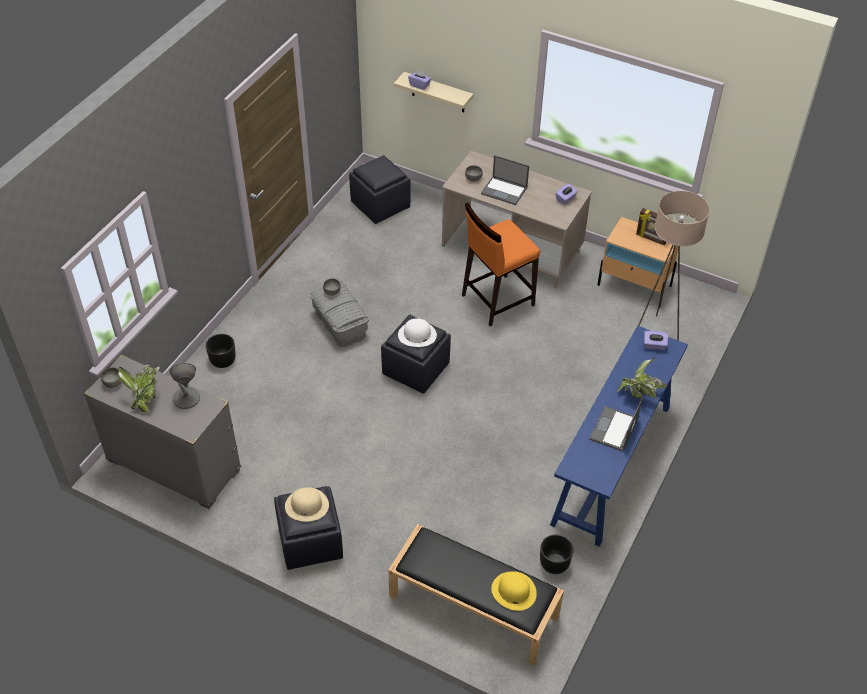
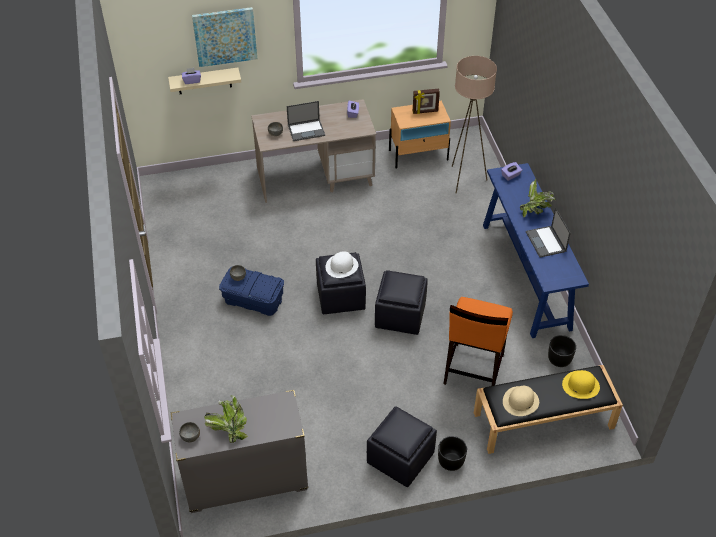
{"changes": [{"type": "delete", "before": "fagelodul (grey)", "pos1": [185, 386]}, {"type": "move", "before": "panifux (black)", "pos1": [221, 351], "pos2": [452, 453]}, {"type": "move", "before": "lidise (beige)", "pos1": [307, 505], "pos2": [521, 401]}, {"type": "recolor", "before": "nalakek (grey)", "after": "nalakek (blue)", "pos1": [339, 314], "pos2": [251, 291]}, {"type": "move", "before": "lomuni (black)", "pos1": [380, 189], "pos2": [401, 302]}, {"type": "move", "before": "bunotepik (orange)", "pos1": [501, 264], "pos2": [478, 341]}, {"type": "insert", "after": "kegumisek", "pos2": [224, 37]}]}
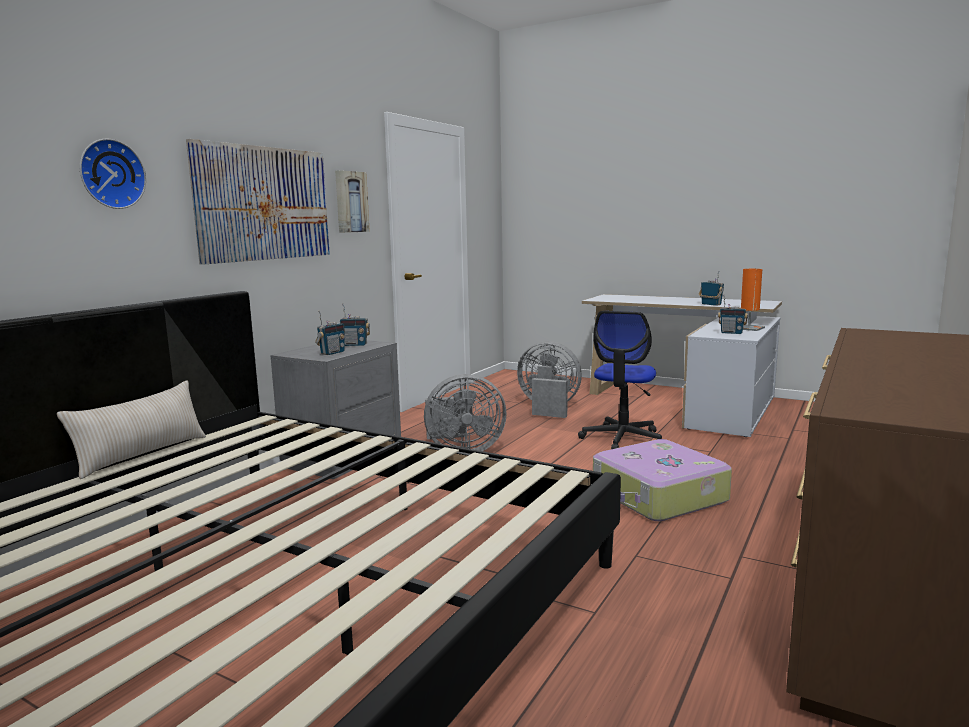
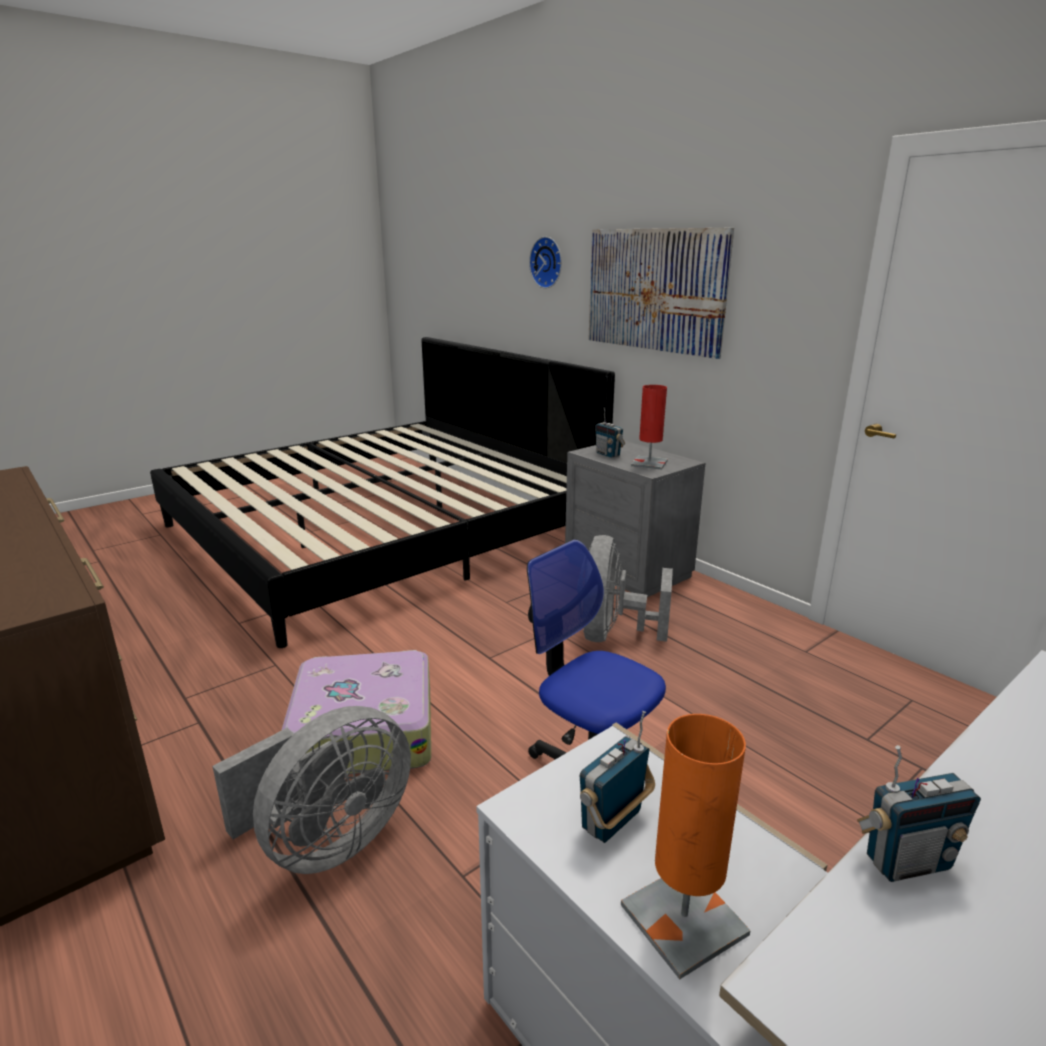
{"changes": [{"type": "delete", "before": "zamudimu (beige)", "pos1": [131, 430]}, {"type": "delete", "before": "kegumisek", "pos1": [352, 201]}, {"type": "replace", "before": "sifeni", "after": "fagelodul (red)", "pos1": [355, 325], "pos2": [649, 427]}, {"type": "move", "before": "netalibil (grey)", "pos1": [549, 379], "pos2": [311, 790]}]}
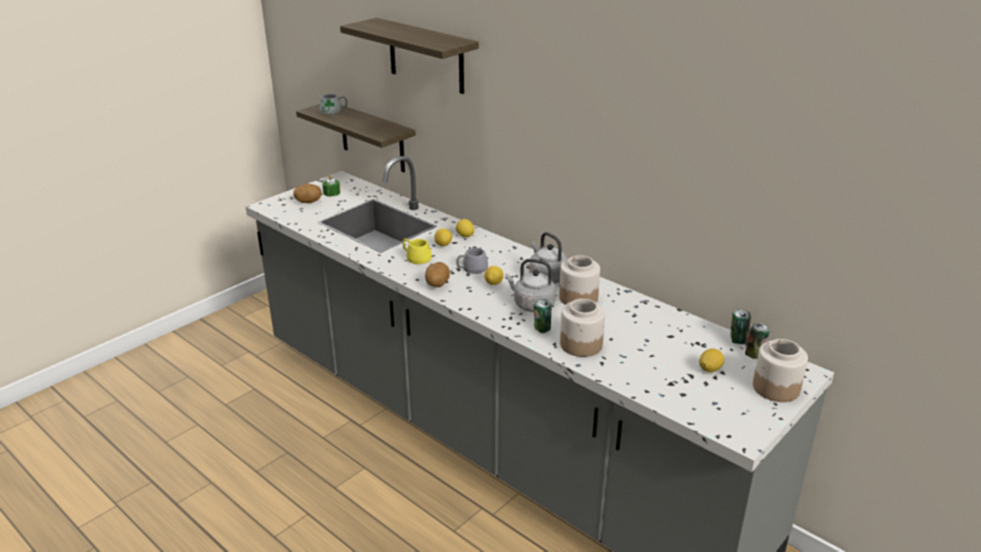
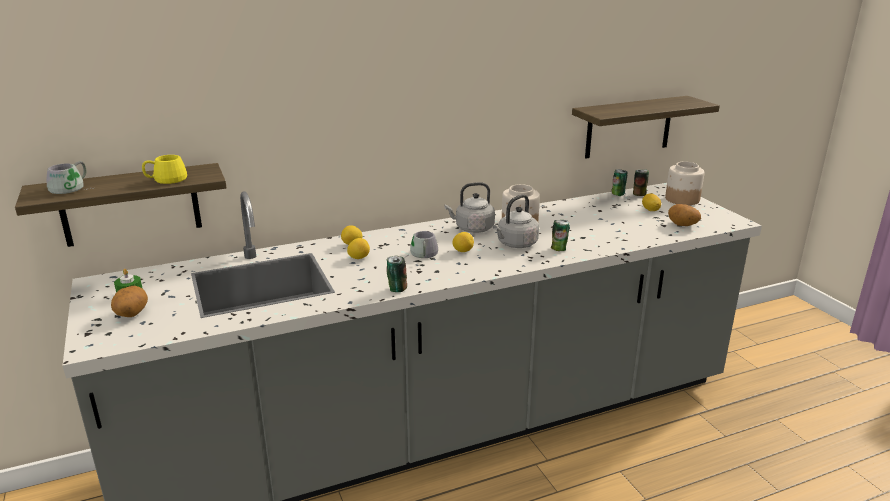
{"changes": [{"type": "move", "before": "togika", "pos1": [409, 56], "pos2": [646, 127]}, {"type": "move", "before": "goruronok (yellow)", "pos1": [417, 251], "pos2": [164, 169]}, {"type": "move", "before": "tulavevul", "pos1": [437, 274], "pos2": [684, 215]}, {"type": "delete", "before": "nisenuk", "pos1": [582, 328]}, {"type": "insert", "after": "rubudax", "pos2": [396, 273]}]}
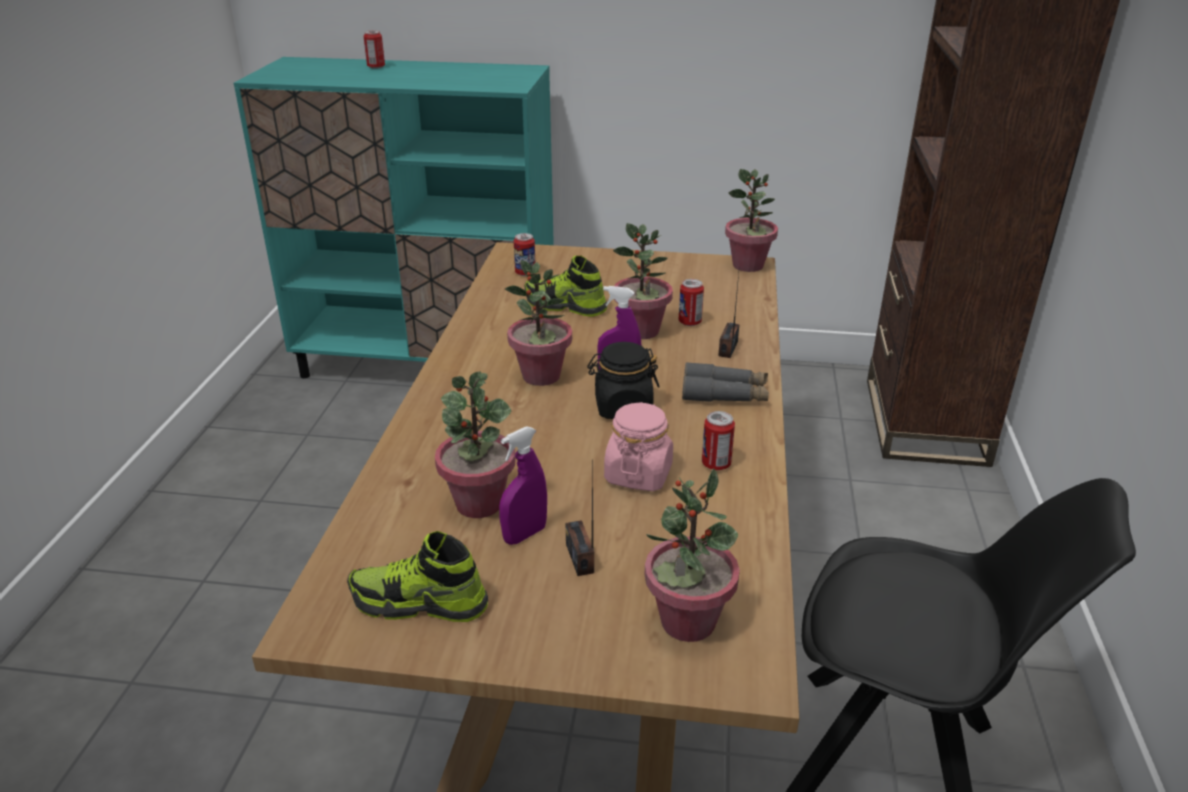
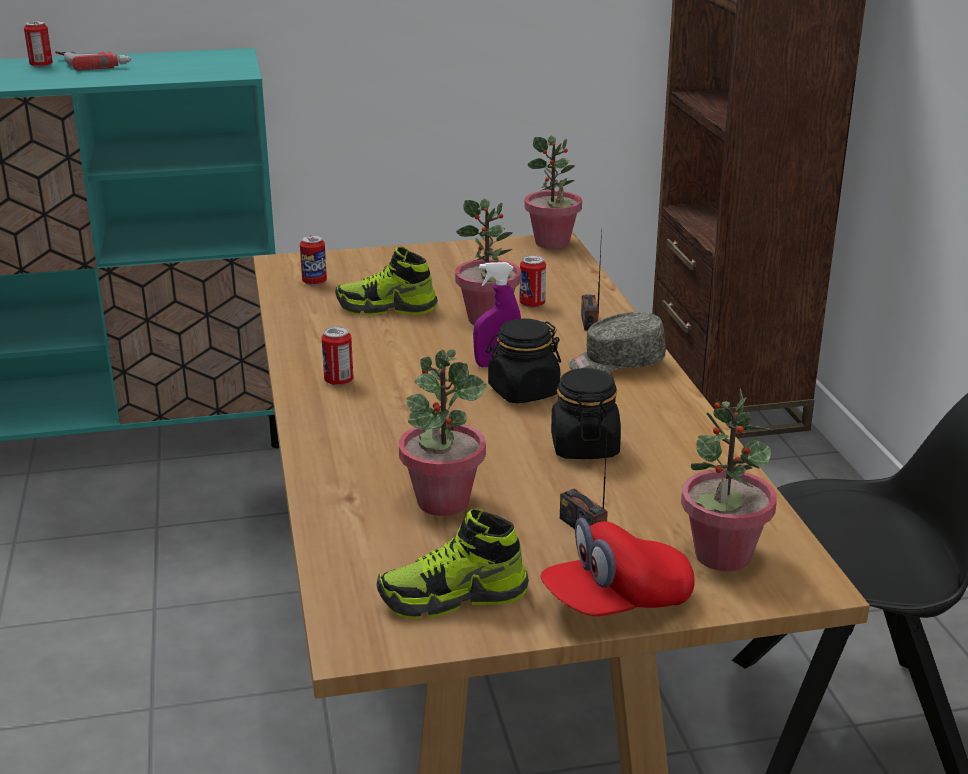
{"changes": [{"type": "delete", "before": "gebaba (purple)", "pos1": [523, 485]}, {"type": "delete", "before": "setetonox", "pos1": [538, 323]}, {"type": "recolor", "before": "nisenuk (pink)", "after": "nisenuk (black)", "pos1": [638, 446], "pos2": [586, 413]}, {"type": "replace", "before": "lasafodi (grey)", "after": "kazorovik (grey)", "pos1": [725, 382], "pos2": [617, 342]}, {"type": "move", "before": "rubudax", "pos1": [718, 440], "pos2": [337, 356]}, {"type": "insert", "after": "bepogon", "pos2": [93, 61]}, {"type": "insert", "after": "kazorovik (red)", "pos2": [618, 567]}]}
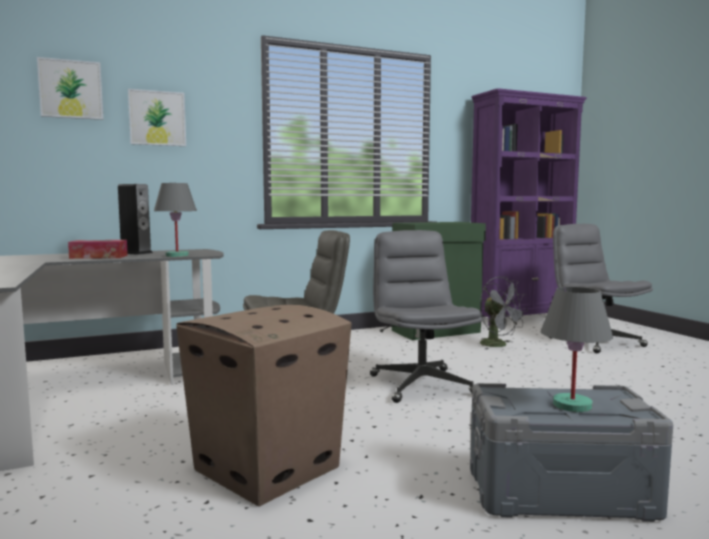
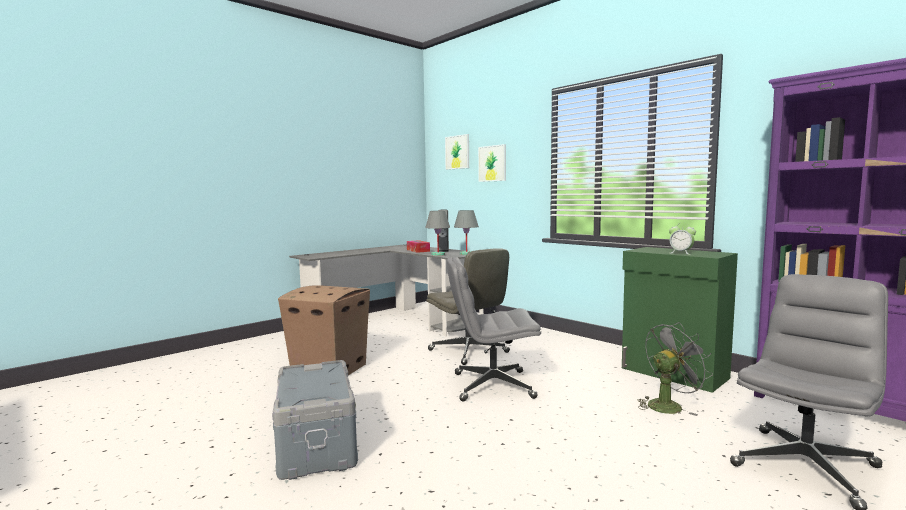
{"changes": [{"type": "rotate", "before": "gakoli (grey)", "pos1": [426, 316], "pos2": [494, 329], "turn": -150}, {"type": "rotate", "before": "netalibil (grey)", "pos1": [504, 312], "pos2": [675, 369], "turn": -150}, {"type": "move", "before": "fagelodul (grey)", "pos1": [577, 349], "pos2": [466, 232]}, {"type": "insert", "after": "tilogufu", "pos2": [682, 240]}]}
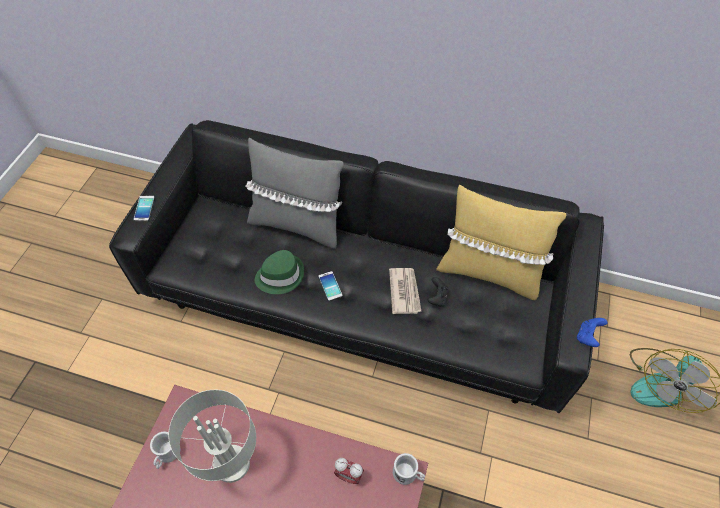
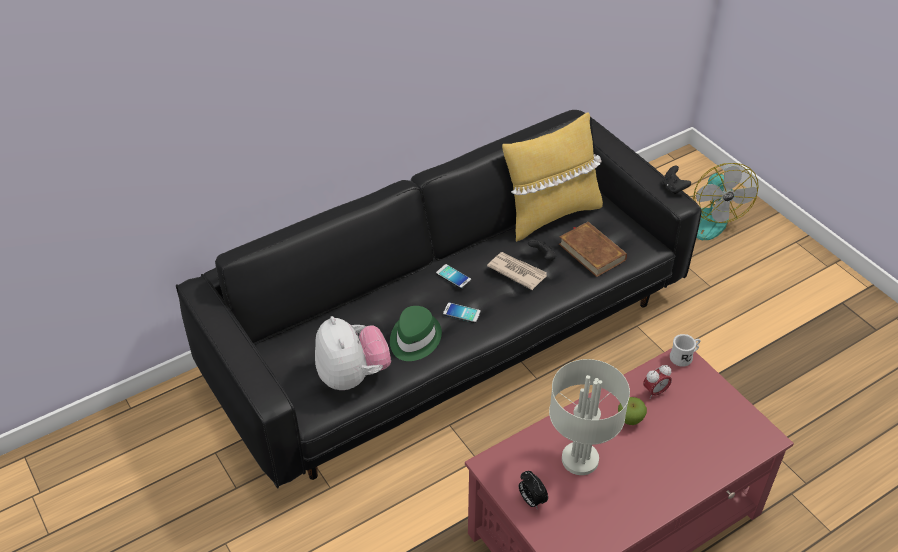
{"changes": [{"type": "move", "before": "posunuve", "pos1": [144, 208], "pos2": [453, 276]}, {"type": "replace", "before": "goruronok (white)", "after": "tilogufu", "pos1": [163, 450], "pos2": [533, 490]}, {"type": "delete", "before": "zamudimu (grey)", "pos1": [294, 193]}, {"type": "recolor", "before": "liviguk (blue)", "after": "liviguk (black)", "pos1": [592, 332], "pos2": [677, 180]}, {"type": "insert", "after": "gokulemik", "pos2": [353, 353]}, {"type": "insert", "after": "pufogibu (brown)", "pos2": [593, 249]}, {"type": "insert", "after": "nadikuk", "pos2": [632, 411]}]}
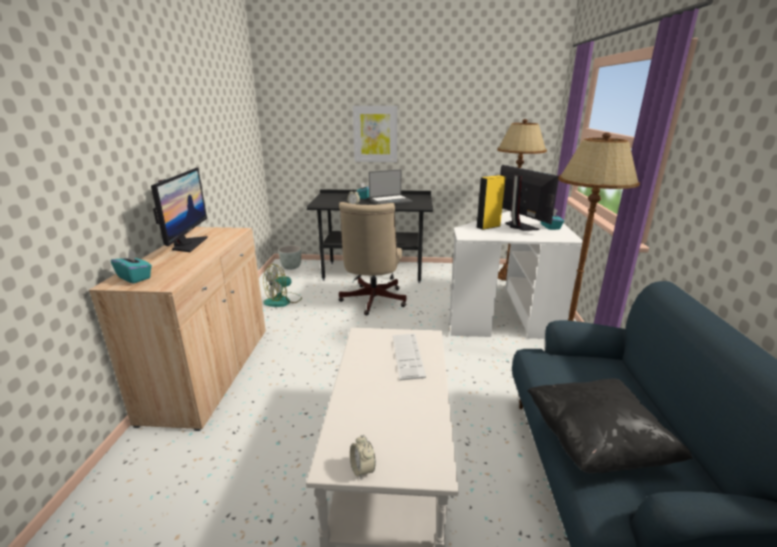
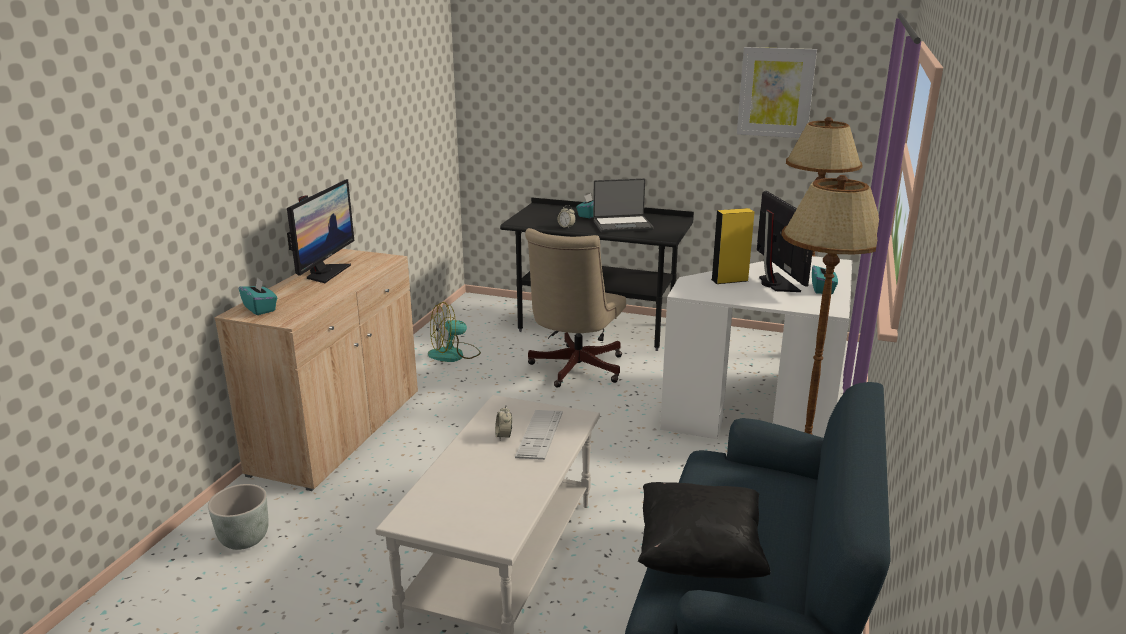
{"changes": [{"type": "move", "before": "panifux (grey)", "pos1": [289, 257], "pos2": [238, 517]}, {"type": "move", "before": "tilogufu", "pos1": [363, 457], "pos2": [503, 422]}, {"type": "move", "before": "kegumisek", "pos1": [375, 134], "pos2": [777, 92]}]}
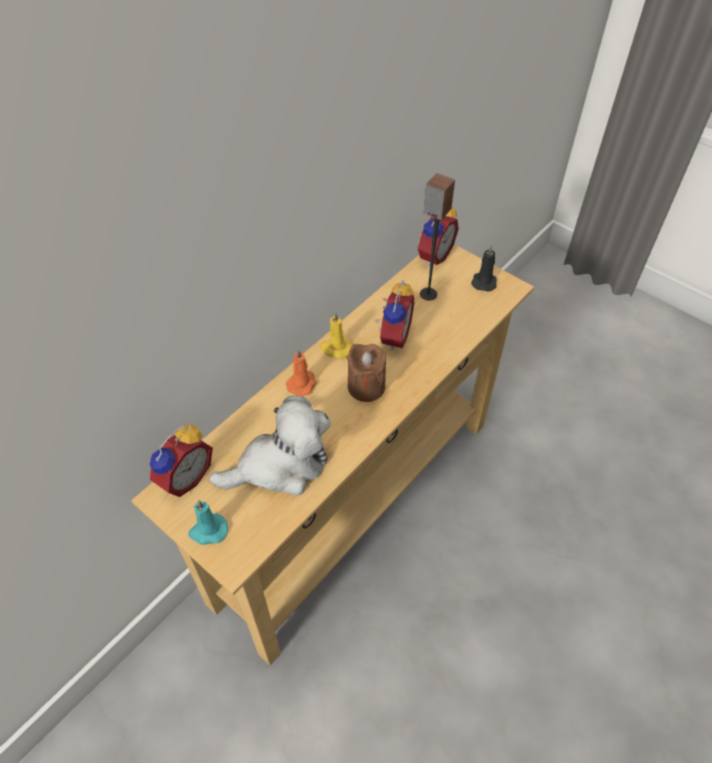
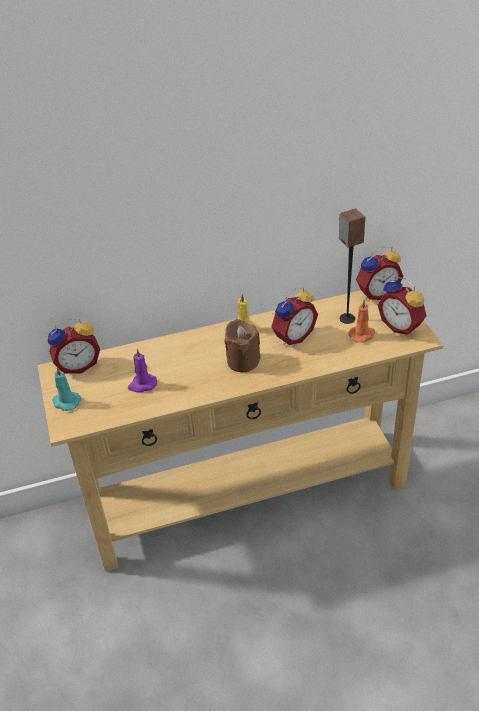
{"changes": [{"type": "replace", "before": "gokulemik", "after": "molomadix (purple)", "pos1": [270, 446], "pos2": [142, 370]}, {"type": "move", "before": "molomadix (orange)", "pos1": [301, 373], "pos2": [362, 321]}, {"type": "replace", "before": "molomadix (black)", "after": "tilogufu", "pos1": [484, 268], "pos2": [402, 305]}]}
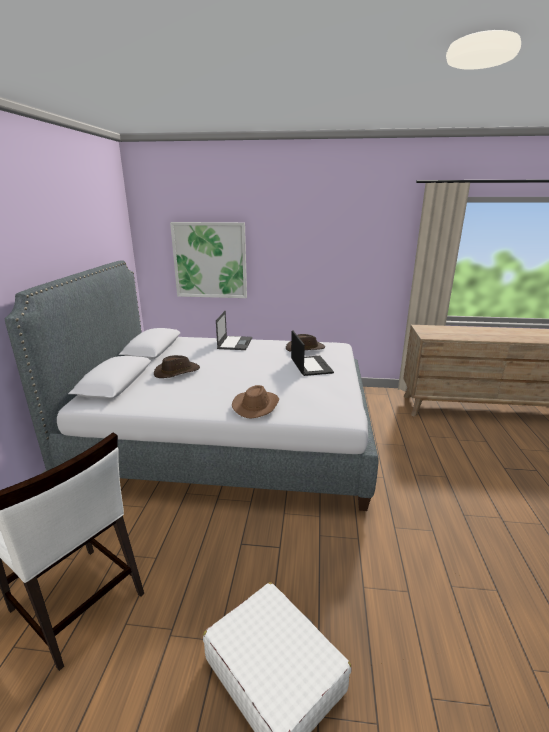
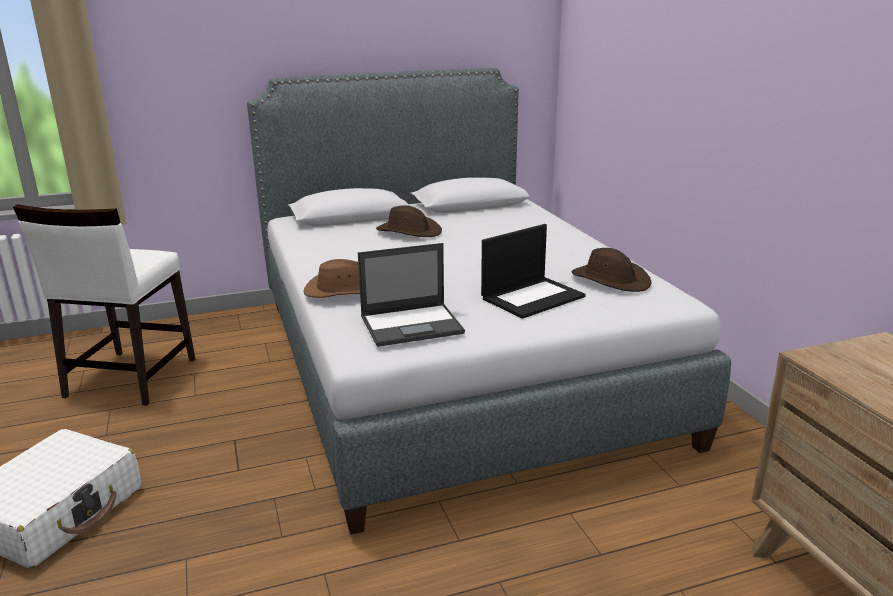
{"changes": [{"type": "delete", "before": "kegumisek", "pos1": [208, 260]}, {"type": "move", "before": "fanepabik", "pos1": [234, 330], "pos2": [411, 295]}]}
